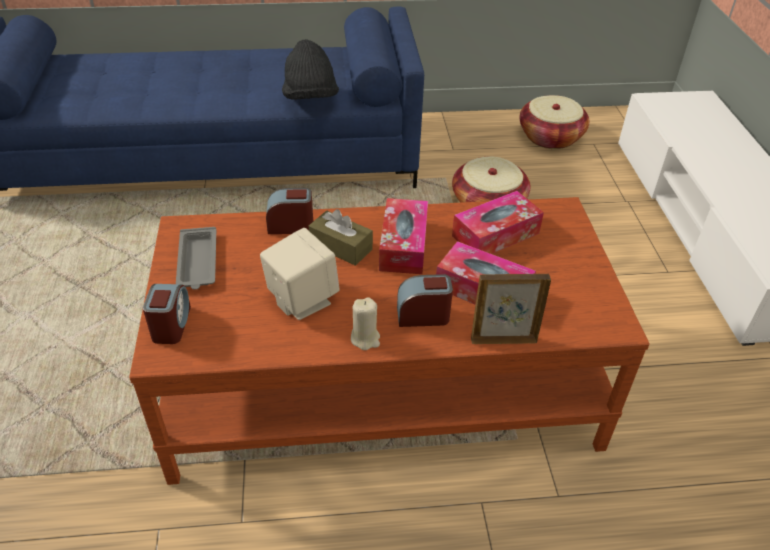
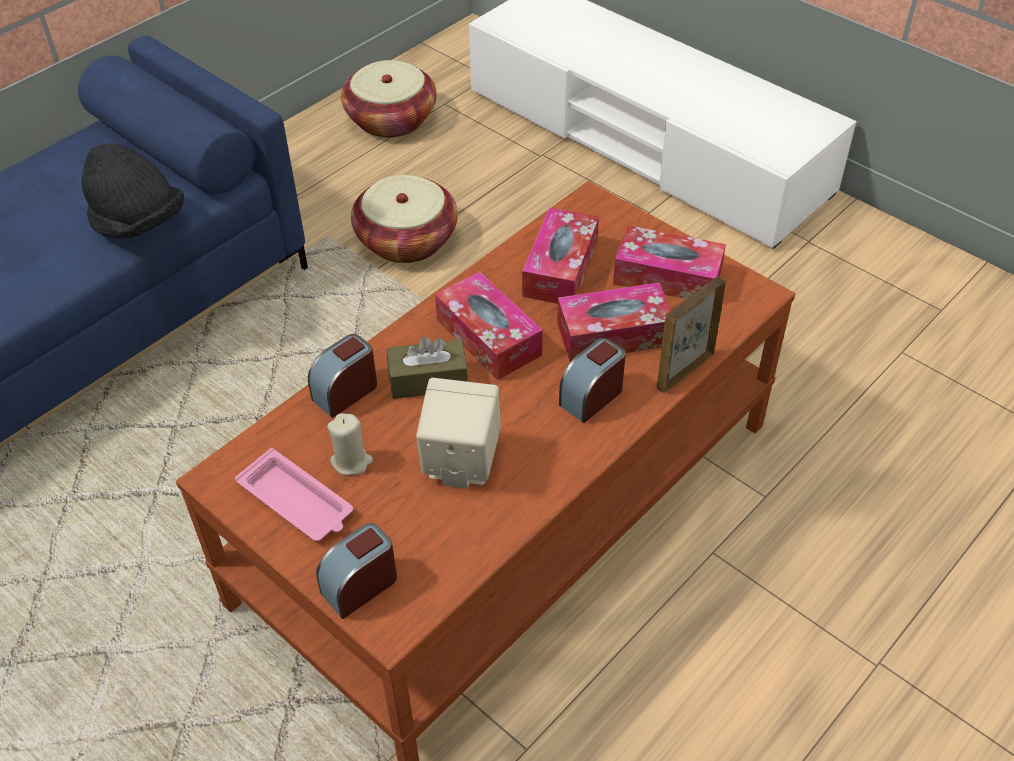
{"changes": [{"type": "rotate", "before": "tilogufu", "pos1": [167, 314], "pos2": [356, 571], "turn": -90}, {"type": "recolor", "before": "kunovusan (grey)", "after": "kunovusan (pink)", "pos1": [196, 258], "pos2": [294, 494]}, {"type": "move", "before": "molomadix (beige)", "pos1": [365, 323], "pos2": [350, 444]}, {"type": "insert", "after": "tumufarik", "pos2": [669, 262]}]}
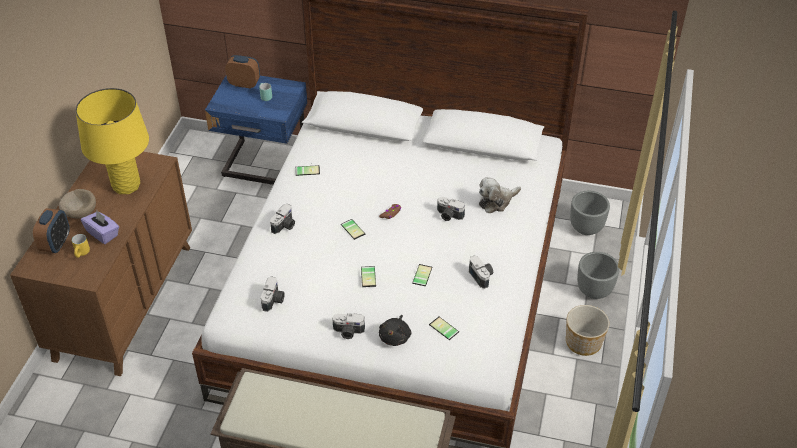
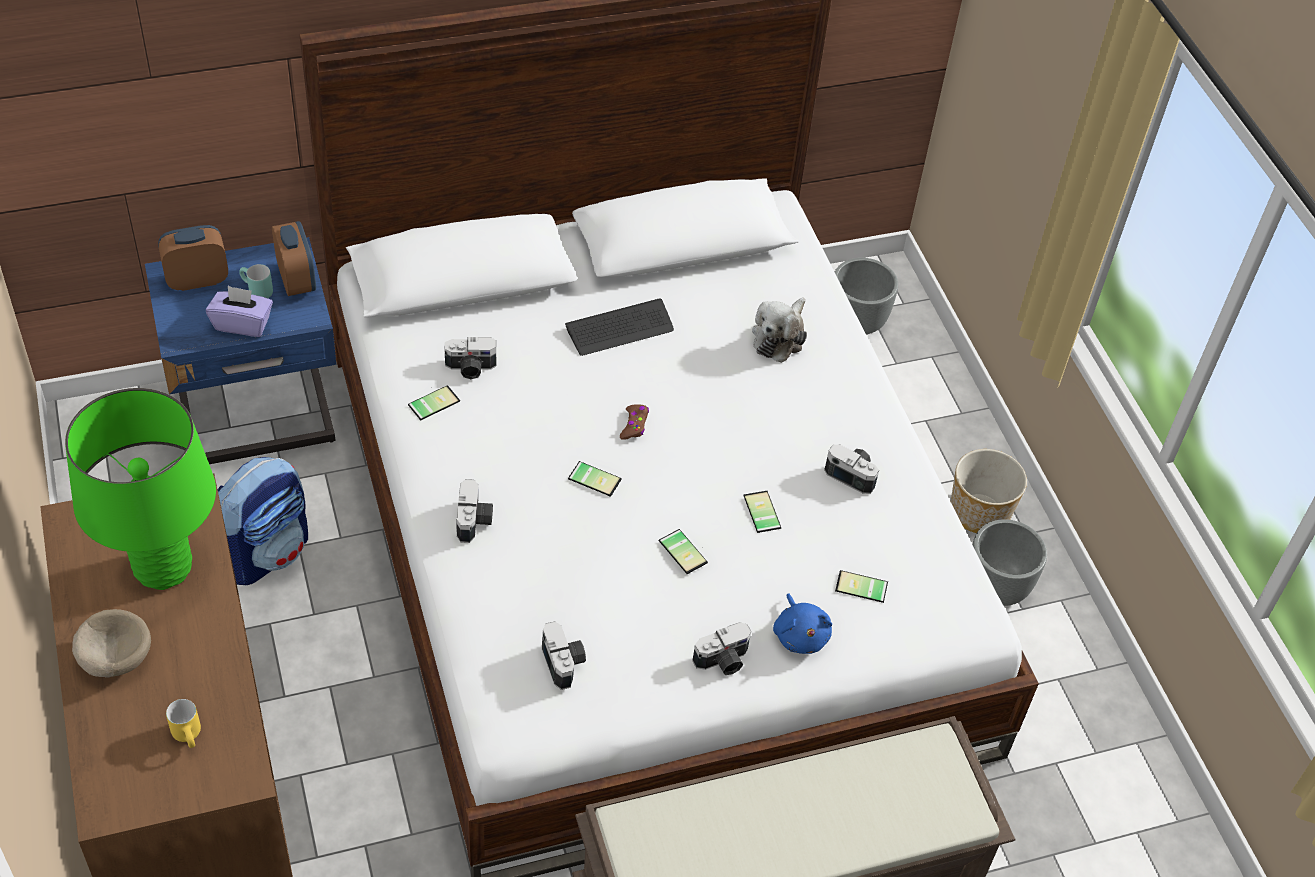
{"changes": [{"type": "move", "before": "tilogufu", "pos1": [51, 230], "pos2": [294, 258]}, {"type": "recolor", "before": "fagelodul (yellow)", "after": "fagelodul (green)", "pos1": [112, 141], "pos2": [140, 489]}, {"type": "move", "before": "tumufarik (purple)", "pos1": [100, 227], "pos2": [239, 311]}, {"type": "recolor", "before": "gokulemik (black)", "after": "gokulemik (blue)", "pos1": [395, 330], "pos2": [802, 624]}, {"type": "move", "before": "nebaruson", "pos1": [451, 209], "pos2": [470, 358]}, {"type": "move", "before": "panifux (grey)", "pos1": [598, 275], "pos2": [1009, 562]}, {"type": "insert", "after": "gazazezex", "pos2": [262, 521]}, {"type": "insert", "after": "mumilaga", "pos2": [619, 327]}]}
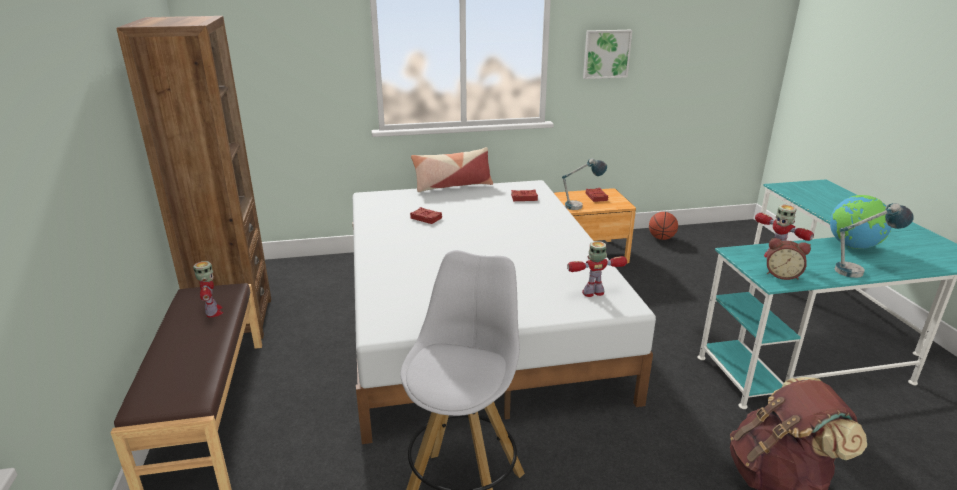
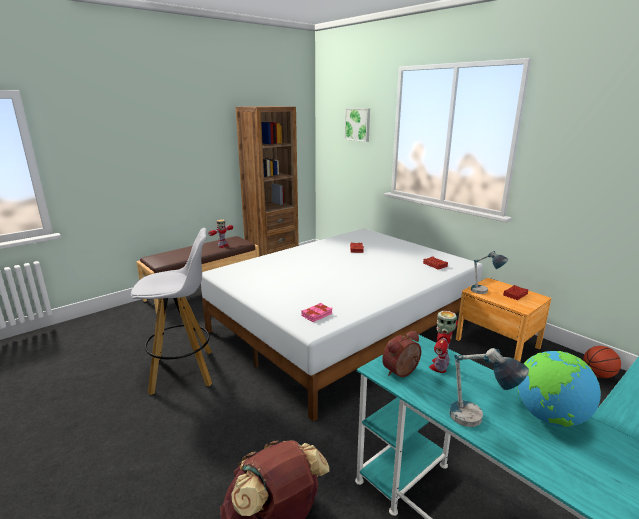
{"changes": [{"type": "delete", "before": "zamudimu", "pos1": [452, 169]}, {"type": "replace", "before": "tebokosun", "after": "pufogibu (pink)", "pos1": [597, 269], "pos2": [316, 312]}, {"type": "move", "before": "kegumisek", "pos1": [607, 54], "pos2": [357, 125]}, {"type": "rotate", "before": "tilogufu", "pos1": [789, 259], "pos2": [401, 354], "turn": 60}]}
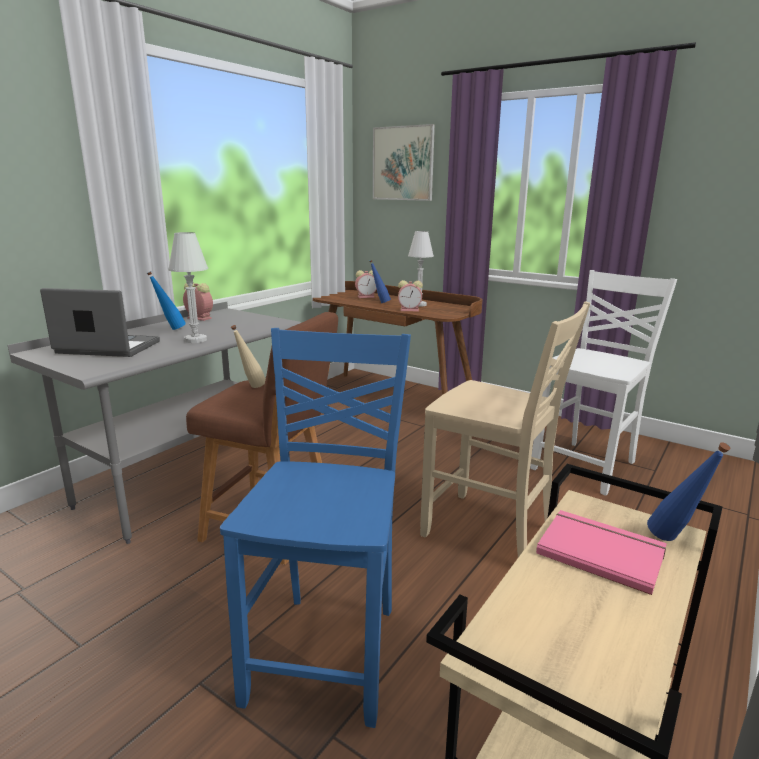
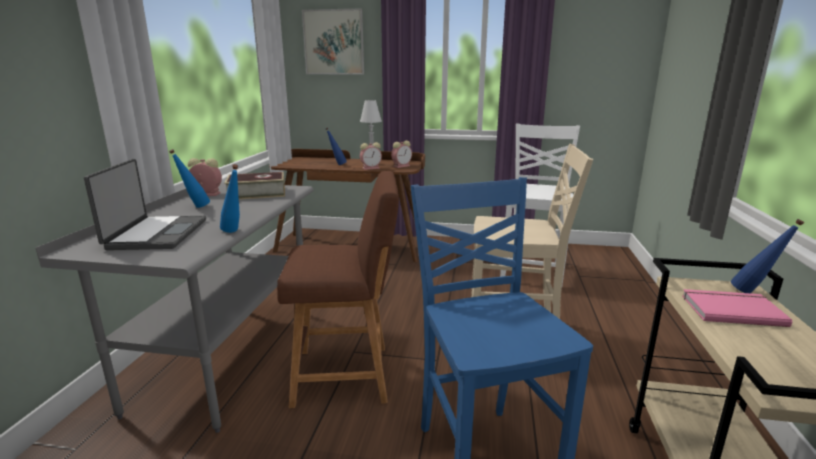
{"changes": [{"type": "rotate", "before": "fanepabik", "pos1": [100, 322], "pos2": [145, 204], "turn": 105}, {"type": "delete", "before": "fagelodul (white)", "pos1": [188, 287]}, {"type": "delete", "before": "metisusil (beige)", "pos1": [248, 356]}, {"type": "move", "before": "tilogufu", "pos1": [366, 284], "pos2": [401, 154]}, {"type": "insert", "after": "metisusil (blue)", "pos2": [230, 198]}, {"type": "insert", "after": "pufogibu", "pos2": [254, 186]}]}
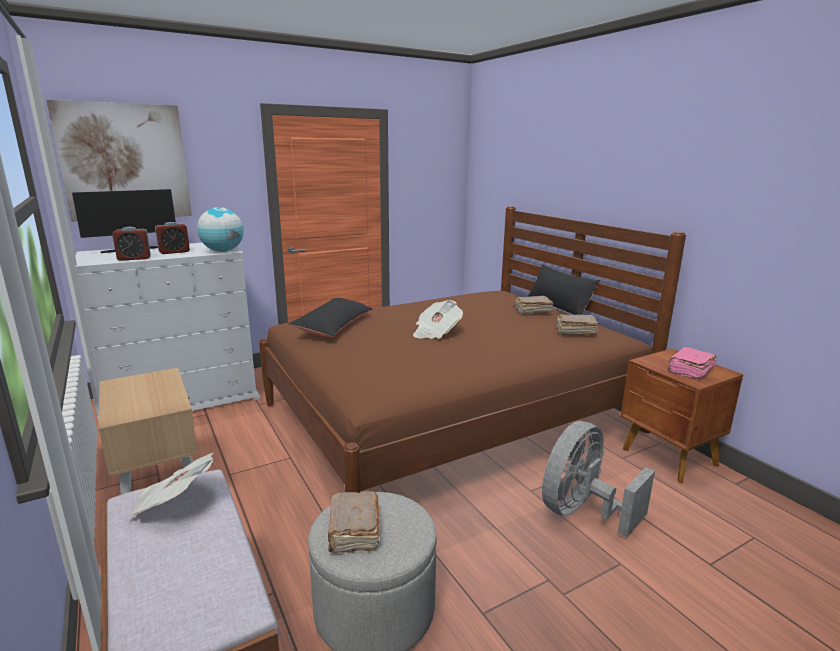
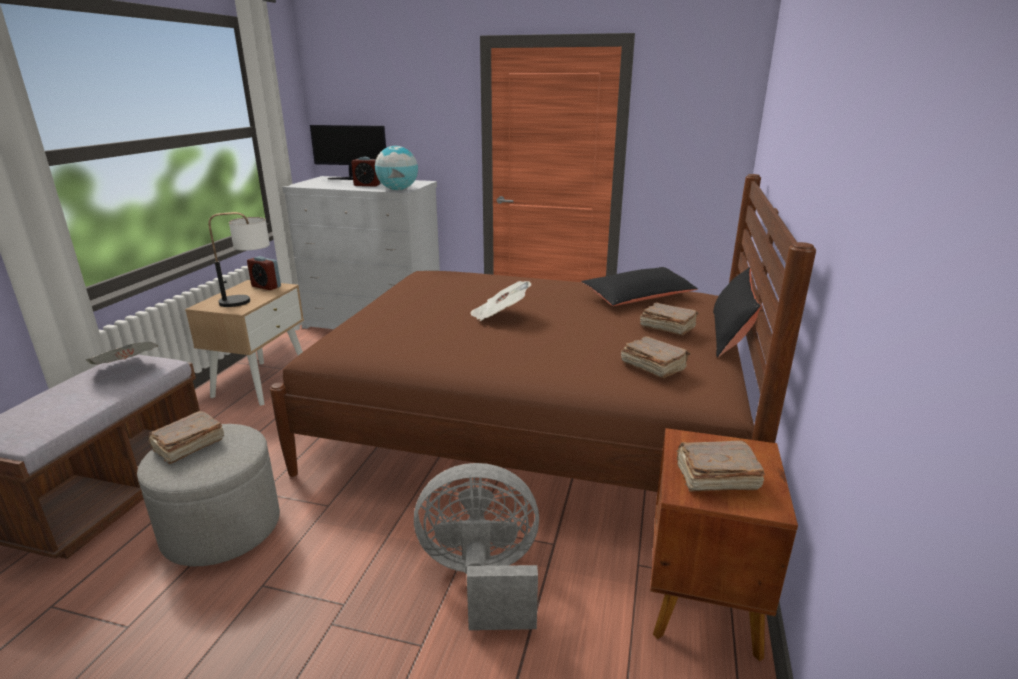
{"changes": [{"type": "delete", "before": "kegumisek", "pos1": [119, 161]}, {"type": "move", "before": "tilogufu", "pos1": [131, 243], "pos2": [264, 273]}, {"type": "move", "before": "zamudimu (black)", "pos1": [330, 317], "pos2": [639, 286]}, {"type": "recolor", "before": "pufogibu (pink)", "after": "pufogibu (brown)", "pos1": [692, 363], "pos2": [721, 466]}, {"type": "insert", "after": "fagelodul", "pos2": [239, 259]}]}
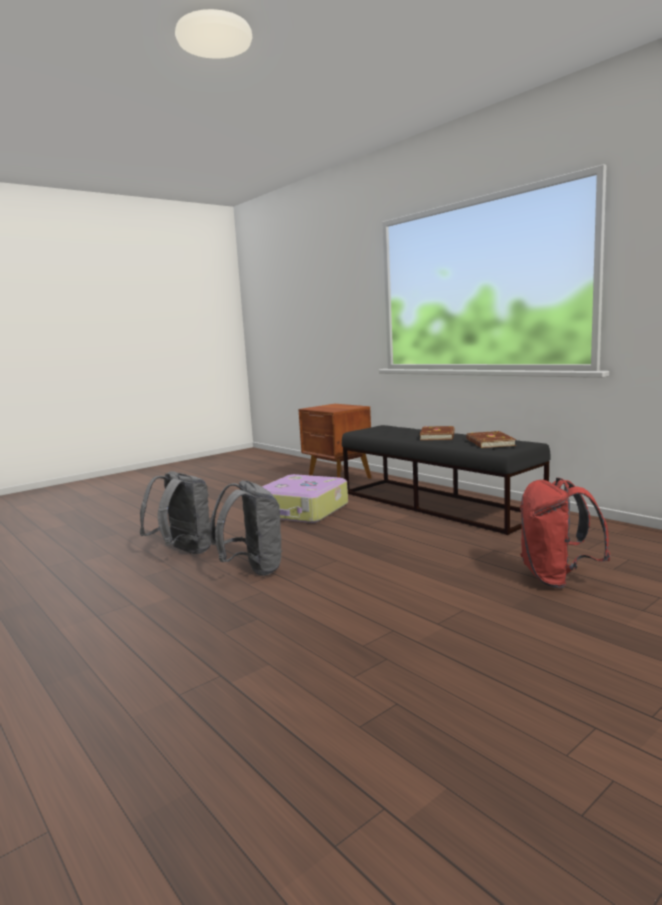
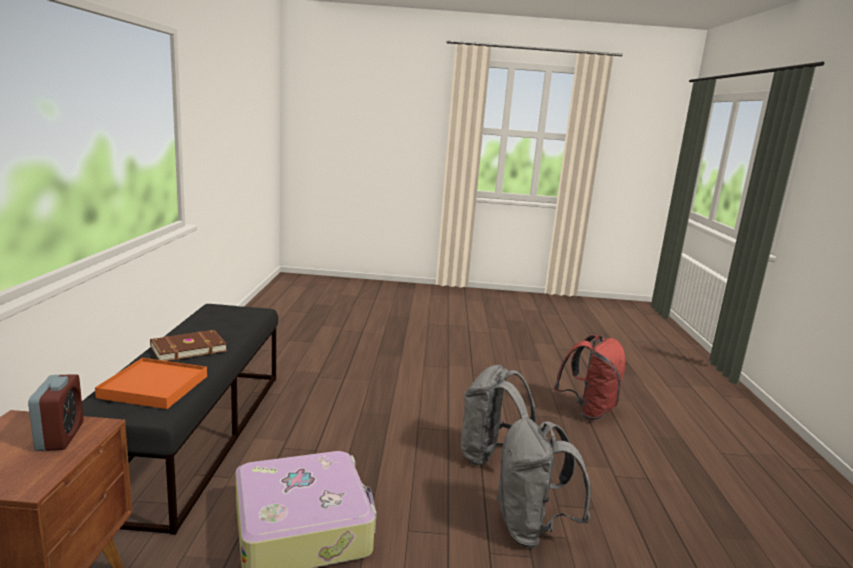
{"changes": [{"type": "delete", "before": "pufogibu (brown)", "pos1": [491, 439]}, {"type": "move", "before": "gazazezex (red)", "pos1": [565, 533], "pos2": [590, 377]}, {"type": "insert", "after": "tilogufu", "pos2": [56, 412]}, {"type": "insert", "after": "kunovusan (orange)", "pos2": [151, 383]}]}
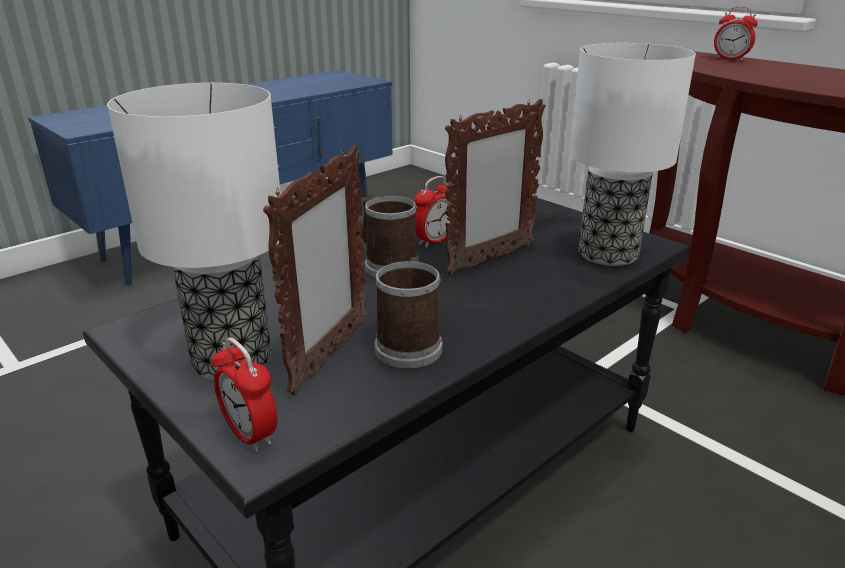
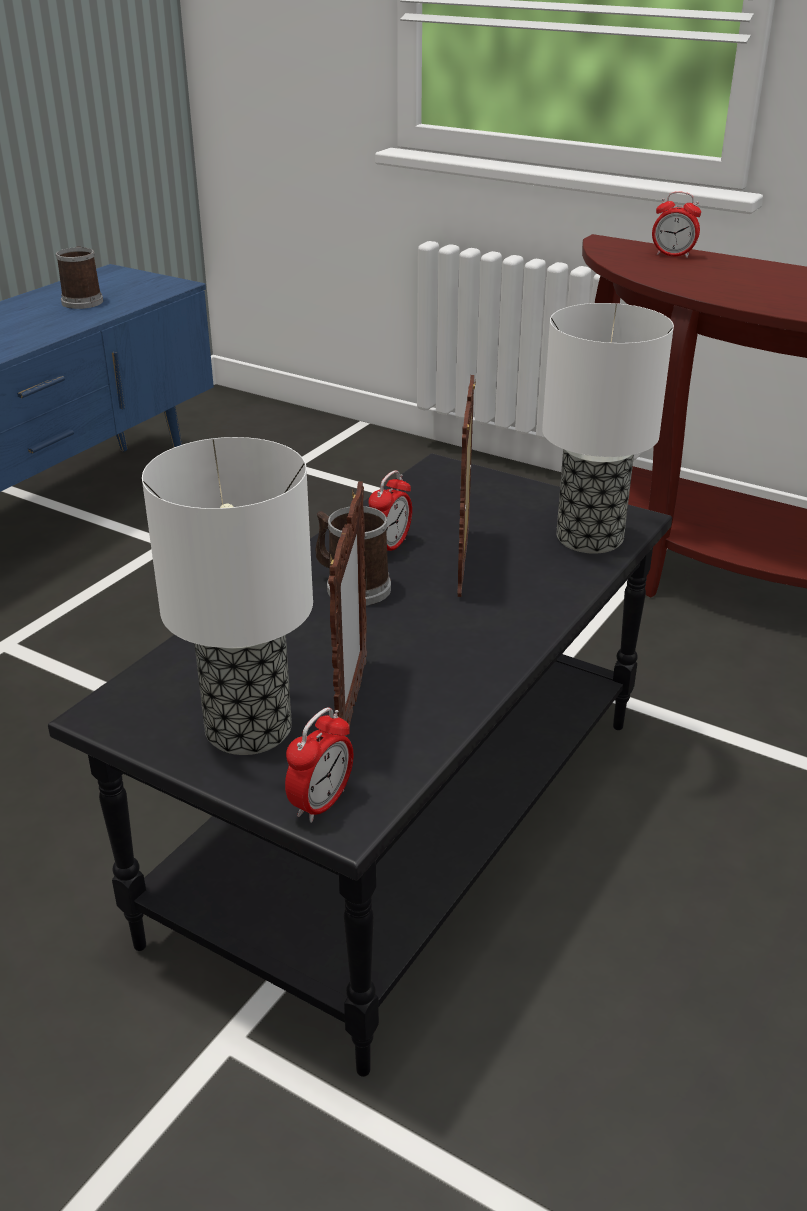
{"changes": [{"type": "rotate", "before": "tilogufu", "pos1": [244, 394], "pos2": [319, 765], "turn": -90}, {"type": "move", "before": "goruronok", "pos1": [408, 312], "pos2": [79, 277]}, {"type": "rotate", "before": "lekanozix", "pos1": [495, 187], "pos2": [466, 486], "turn": 150}]}
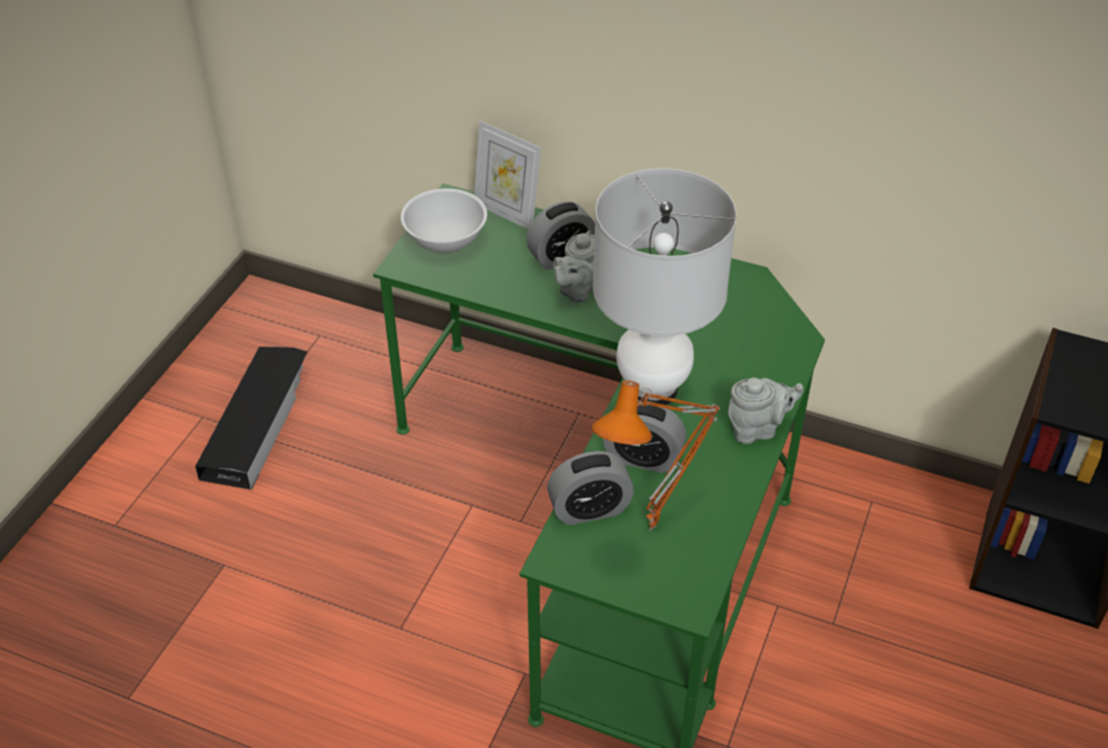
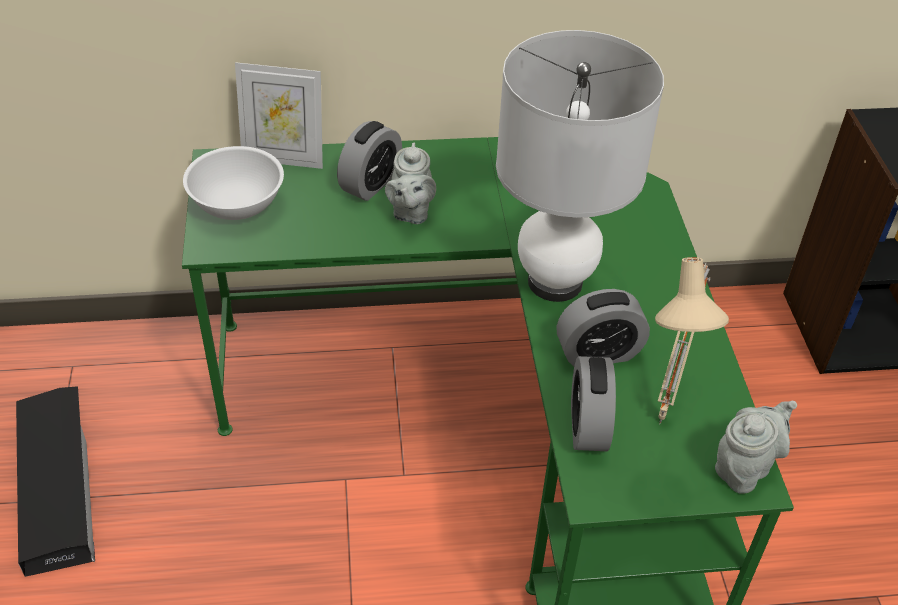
{"changes": [{"type": "rotate", "before": "tilogufu", "pos1": [590, 488], "pos2": [593, 403], "turn": 135}, {"type": "recolor", "before": "fagelodul (orange)", "after": "fagelodul (beige)", "pos1": [656, 455], "pos2": [692, 341]}, {"type": "move", "before": "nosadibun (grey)", "pos1": [766, 411], "pos2": [756, 447]}]}
